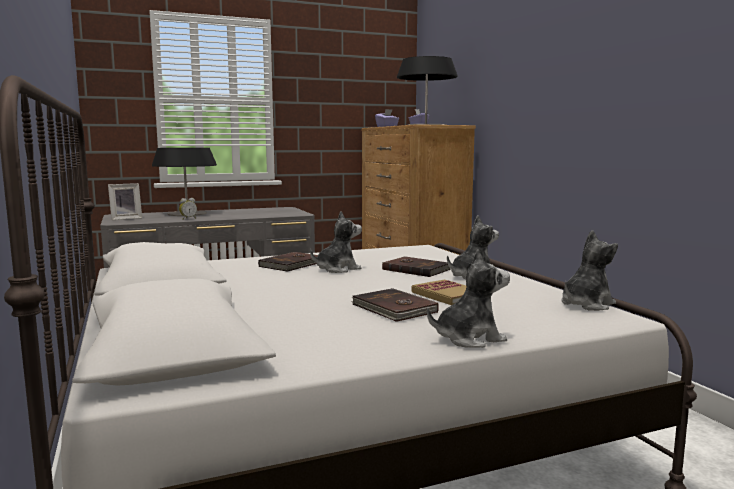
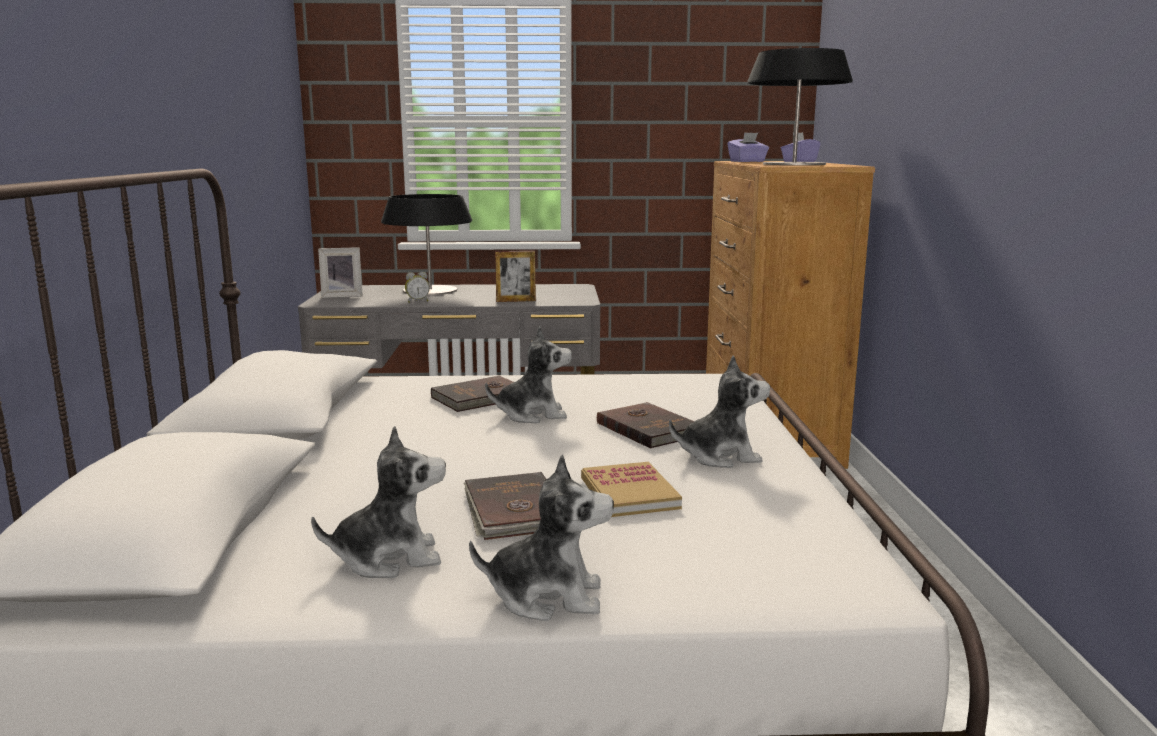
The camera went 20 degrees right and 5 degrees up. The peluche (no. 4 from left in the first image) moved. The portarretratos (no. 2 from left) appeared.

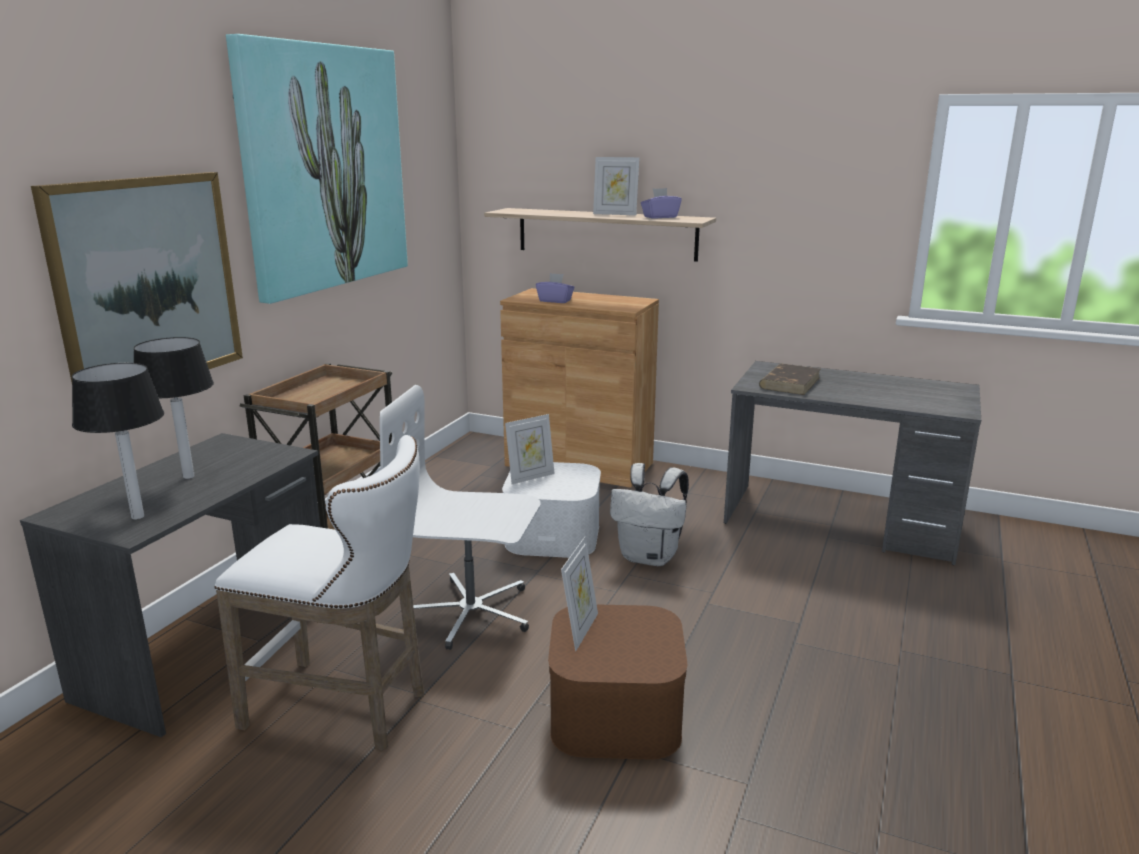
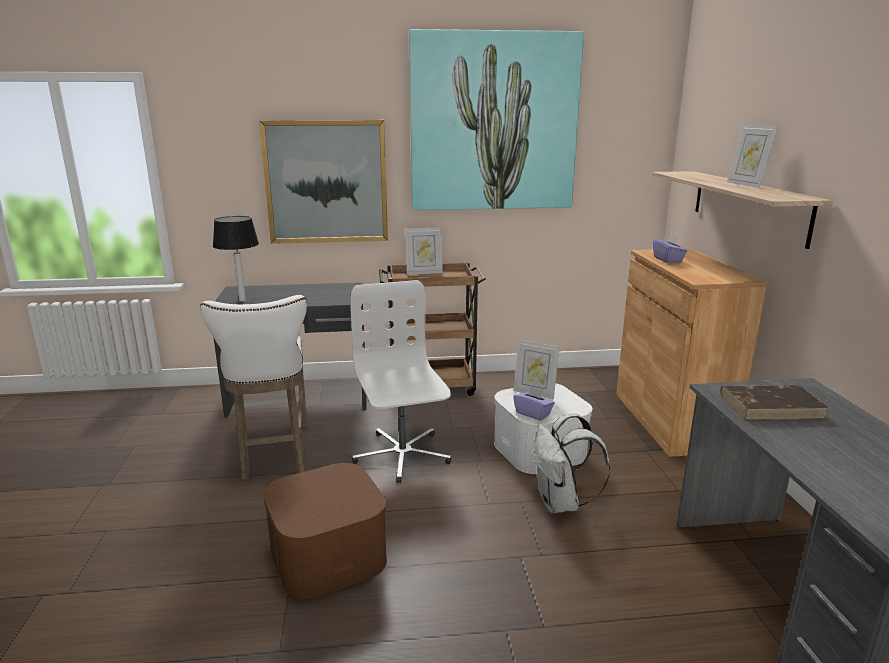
The camera went 60 degrees right and 0 degrees up. The portarretratos (no. 2 from left in the first image) moved. The caja de pañuelos [morado] (no. 2 from left in the first image) moved. The lámpara de mesa (no. 2 from left) disappeared.

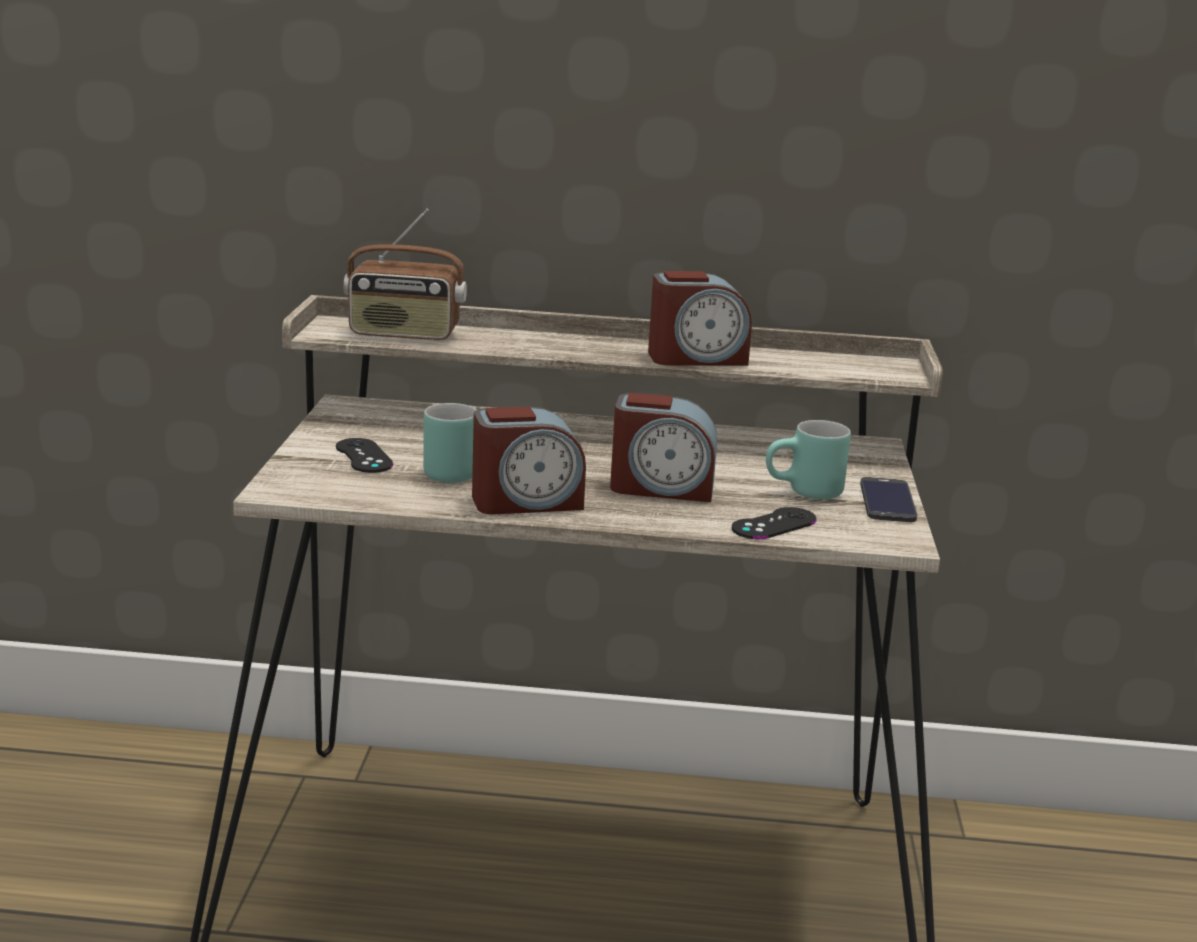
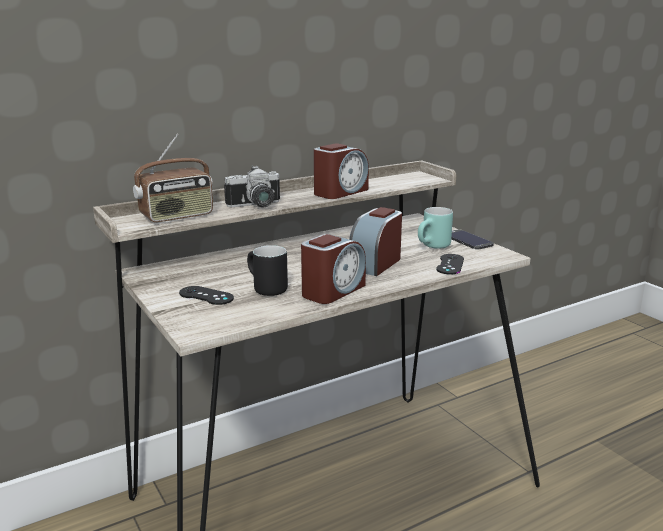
The camera went 35 degrees left and 0 degrees up. The cámara appeared. The taza grande [turquesa] (no. 1 from left) became the taza grande [negro]. The despertador (no. 2 from left in the first image) turned 150 degrees clockwise.

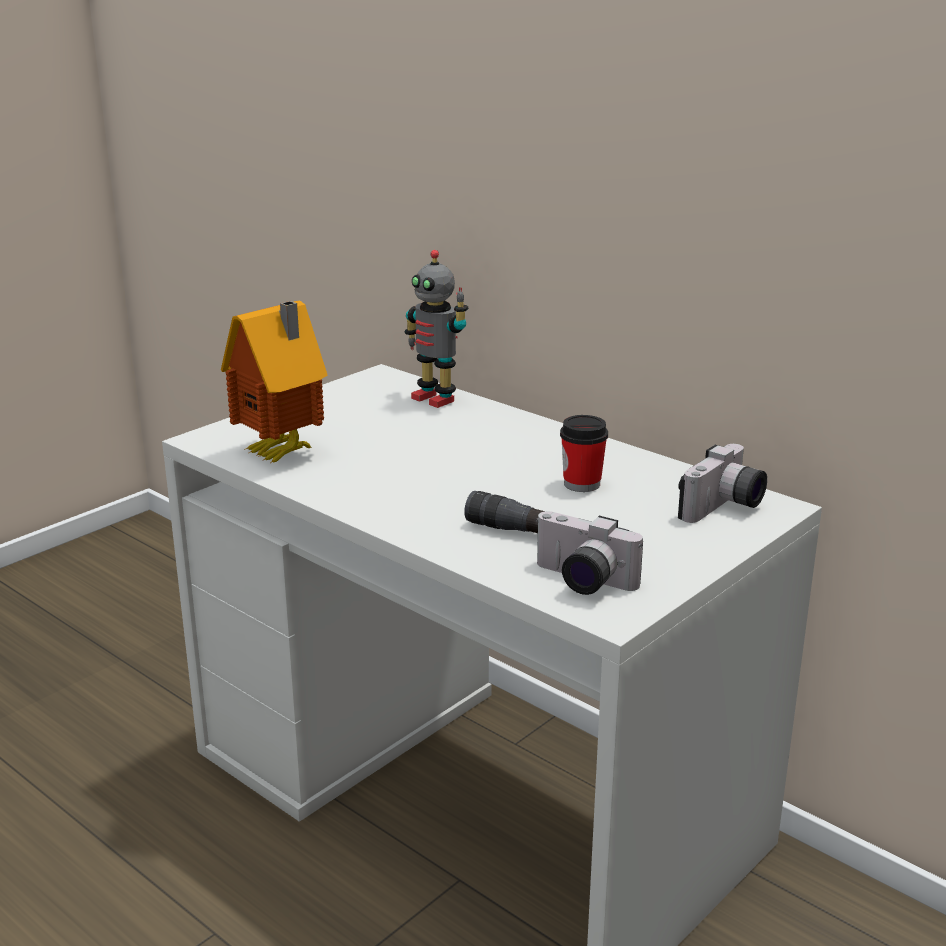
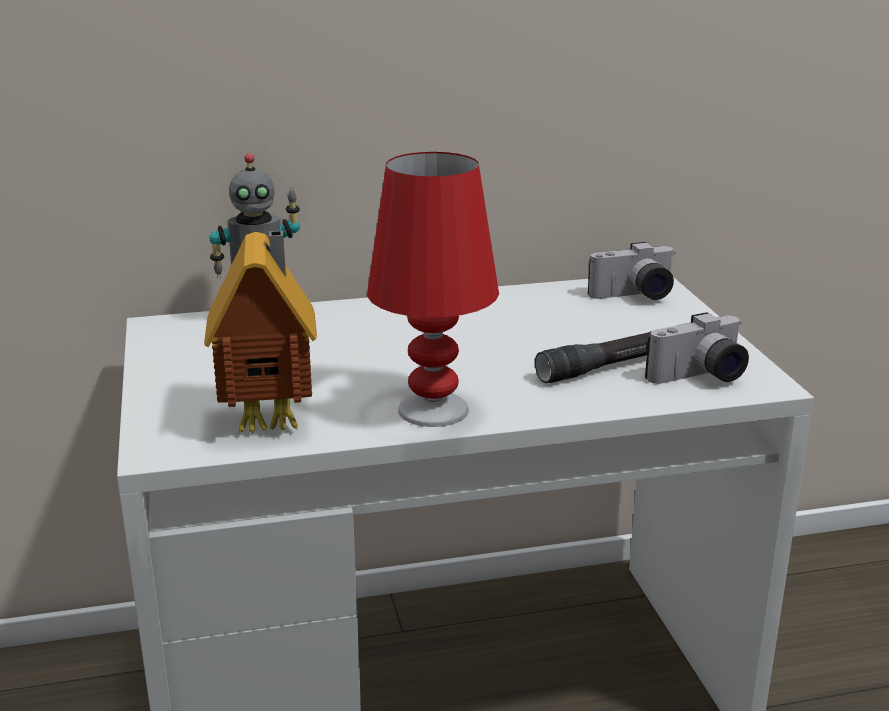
The camera went 55 degrees left and 0 degrees up. The lámpara de mesa [rojo] appeared. The cámara (no. 2 from left in the first image) turned 90 degrees clockwise. The taza disappeared.

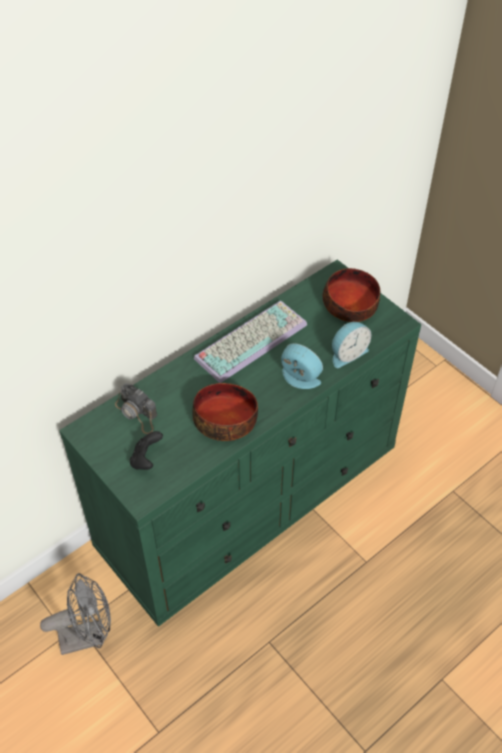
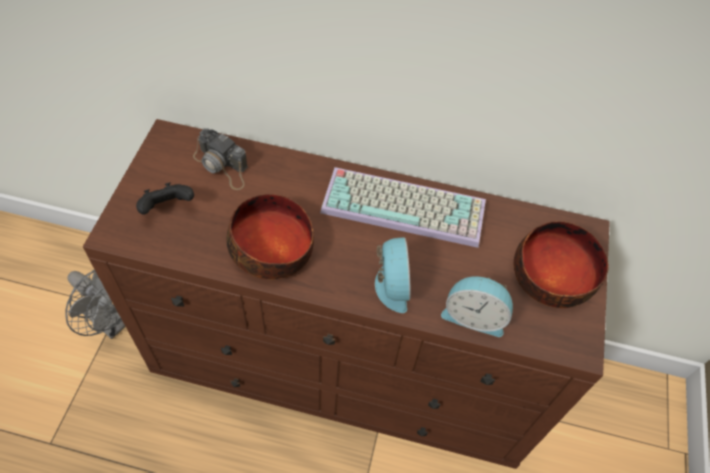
The camera went 50 degrees right and 5 degrees up. The cómoda [verde] became the cómoda [marrón]. The cámara turned 60 degrees counterclockwise.

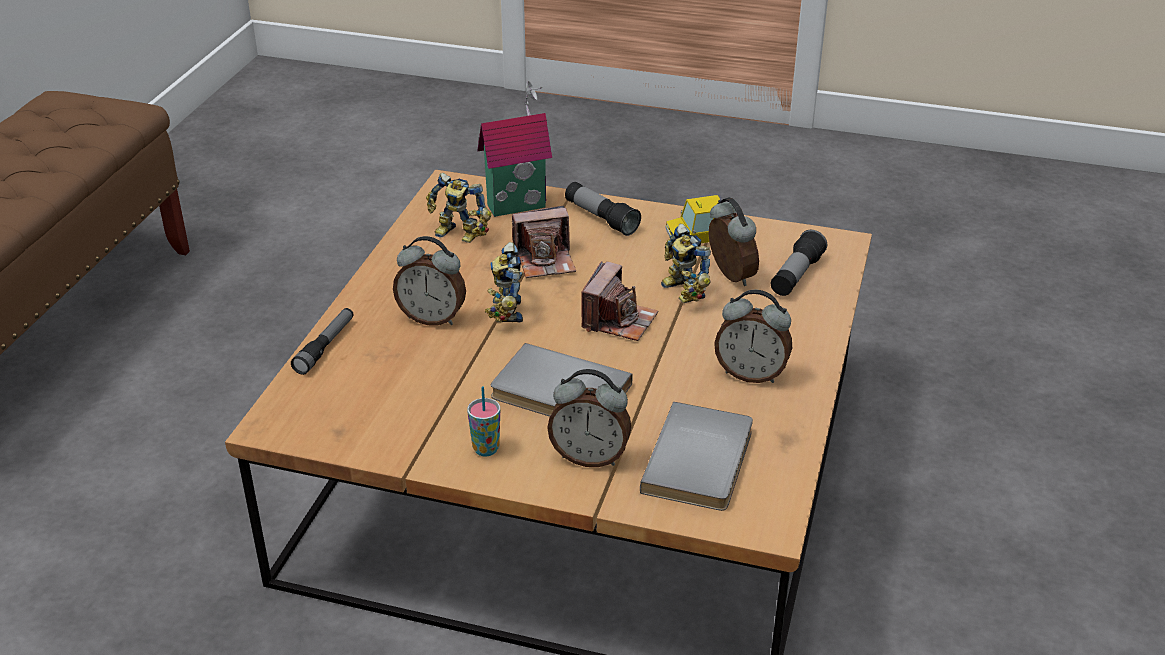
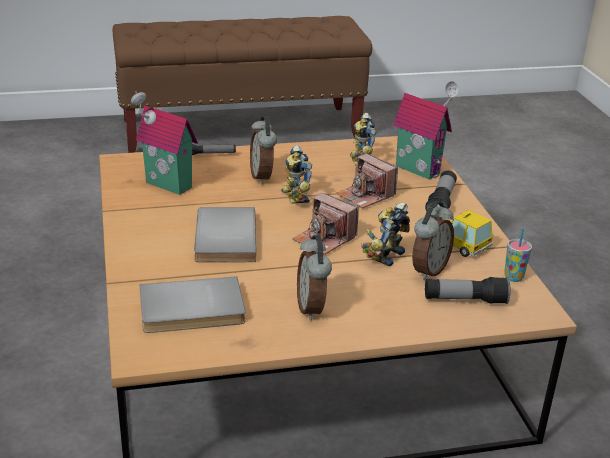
The camera went 60 degrees right and 5 degrees down. The casita (no. 1 from left) appeared. The robot de juguete (no. 2 from left in the first image) turned 75 degrees counterclockwise. The cámara (no. 2 from left in the first image) turned 45 degrees clockwise. The taza moved. The despertador (no. 2 from left) disappeared.

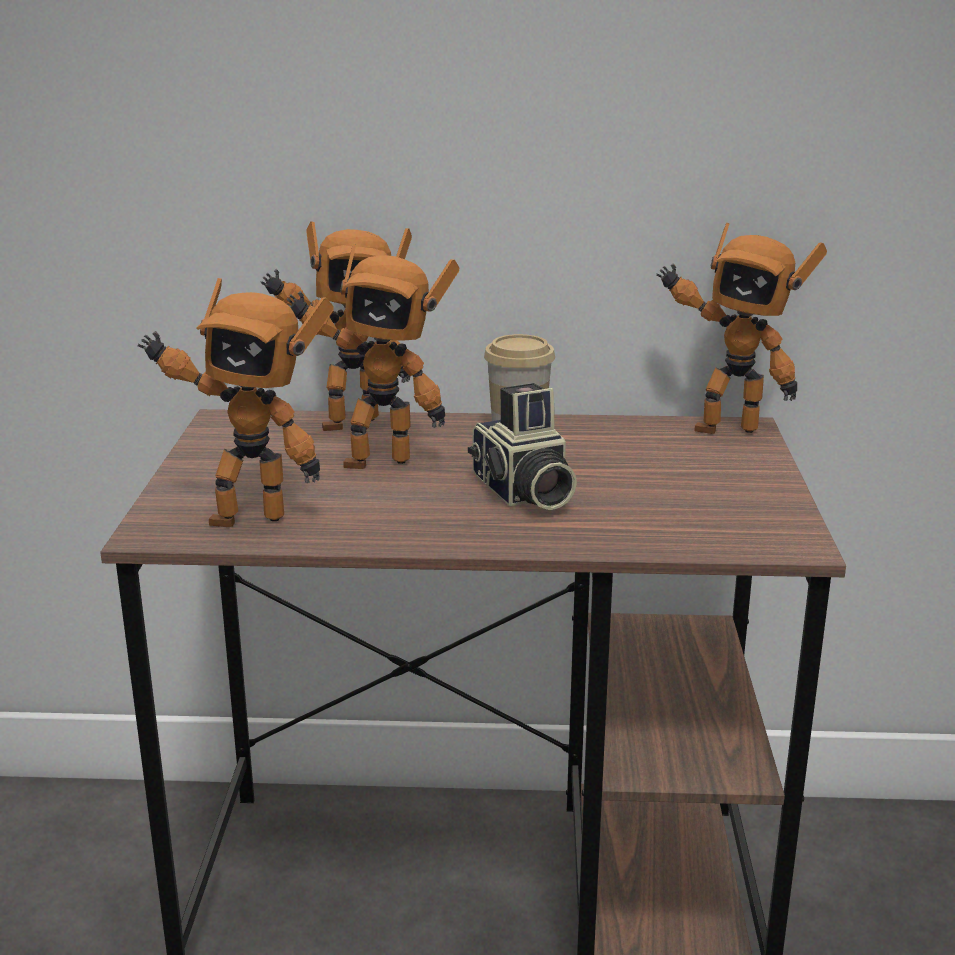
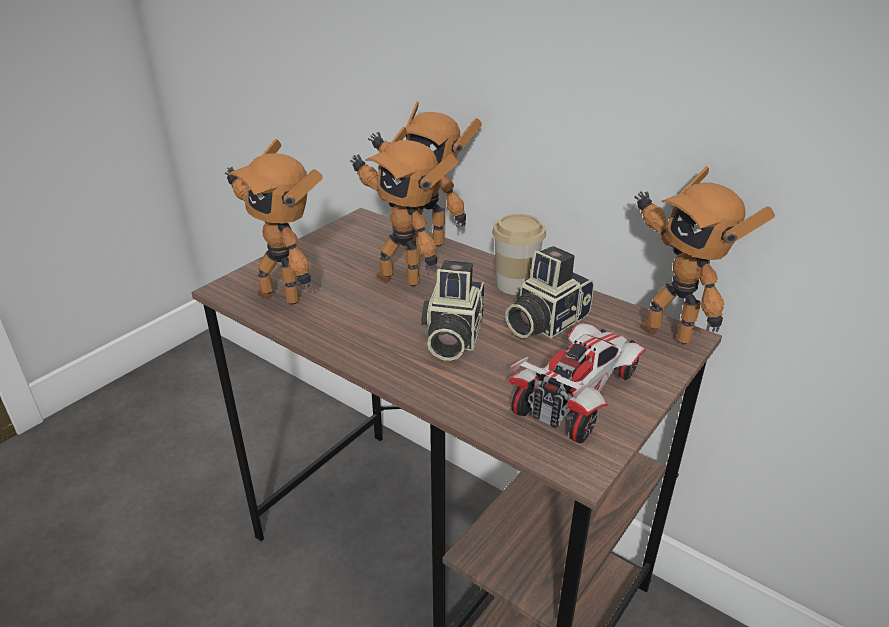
The camera went 35 degrees right and 10 degrees up. The cámara (no. 2 from left) appeared. The coche de juguete appeared.

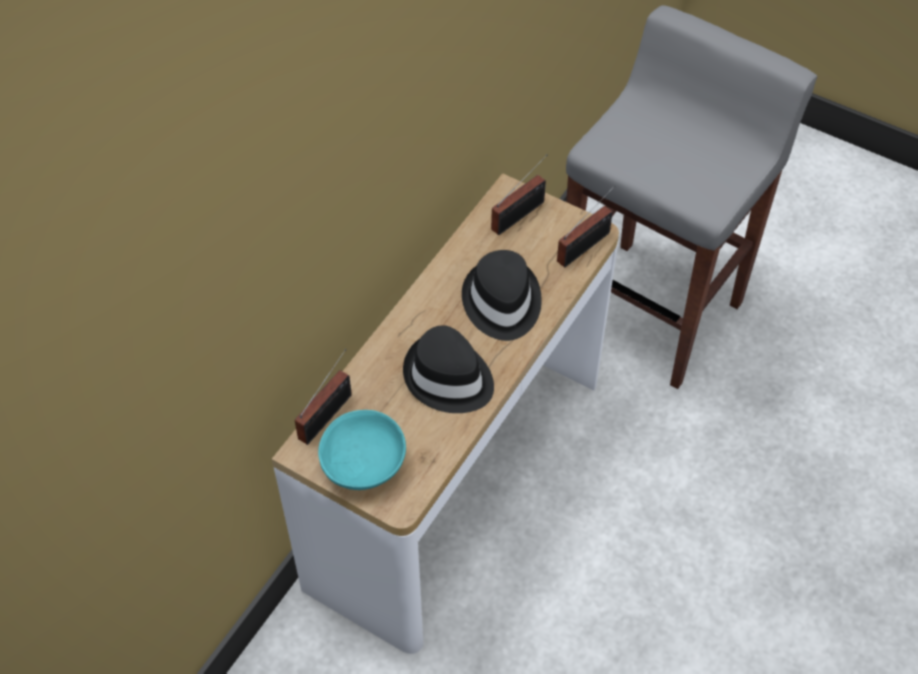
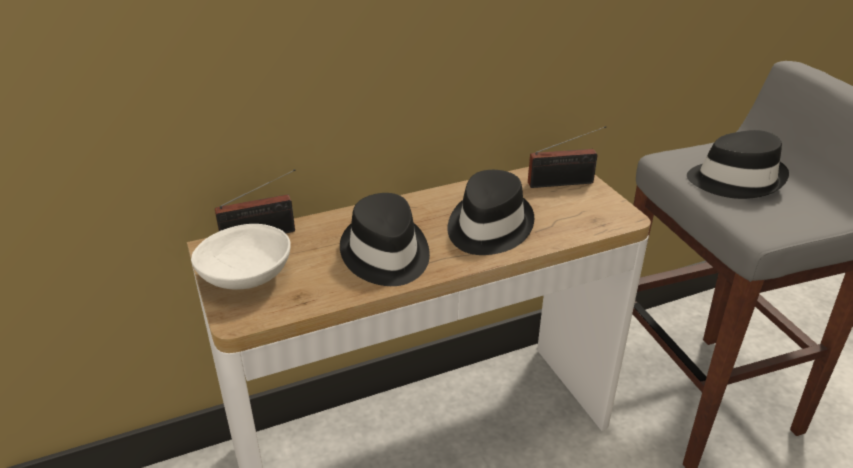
The camera went 35 degrees right and 20 degrees down. The cuenco [turquesa] became the cuenco [blanco]. The sombrero [negro] (no. 3 from left) appeared. The radio (no. 3 from left) disappeared.

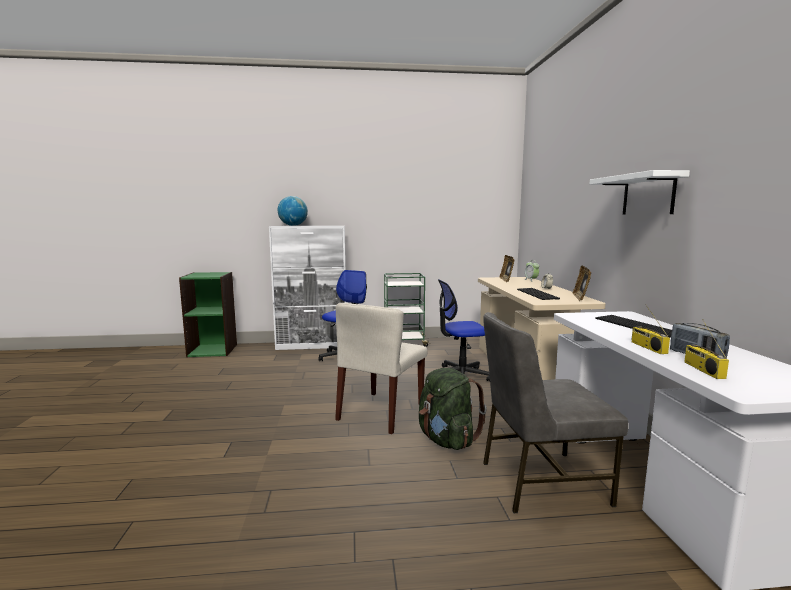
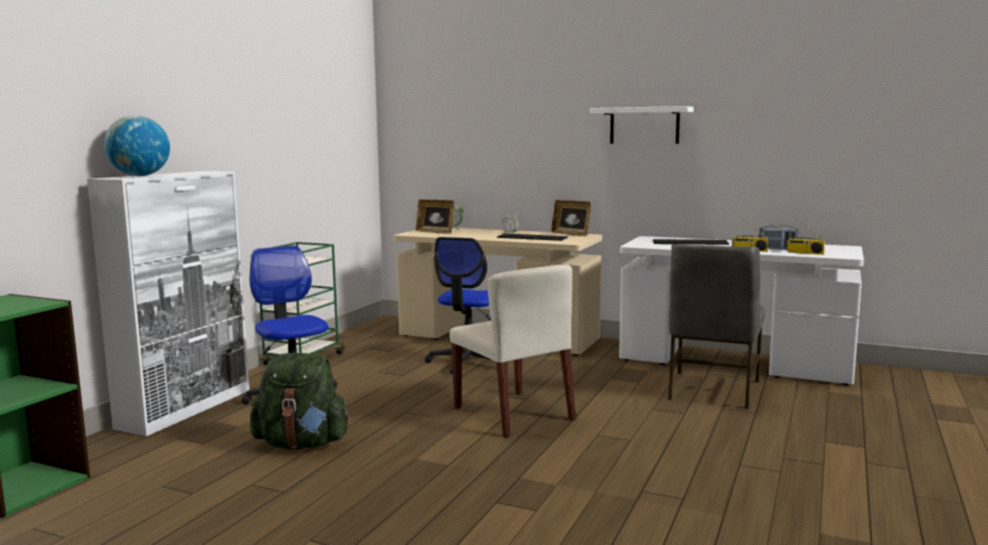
The camera went 60 degrees left and 0 degrees up. The mochila [verde] moved.

